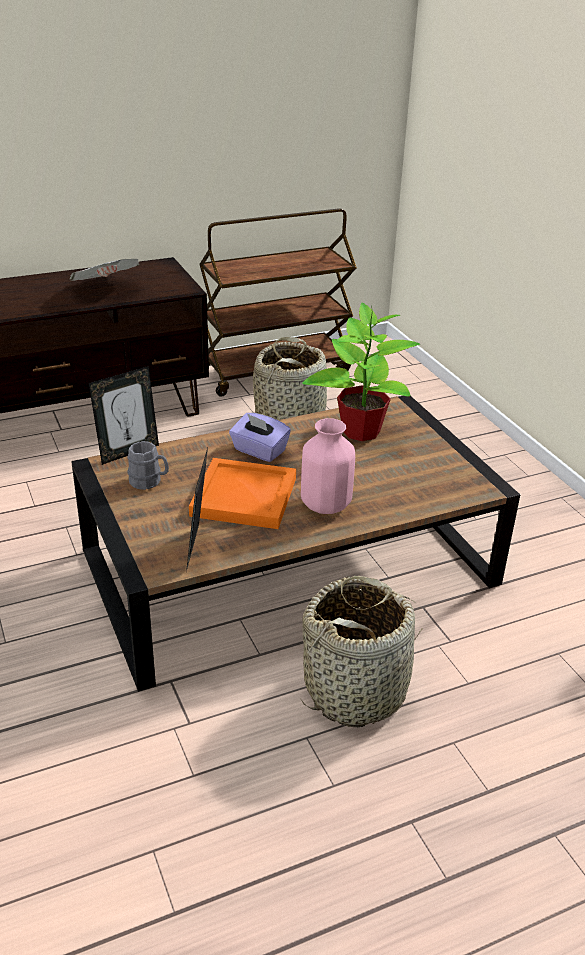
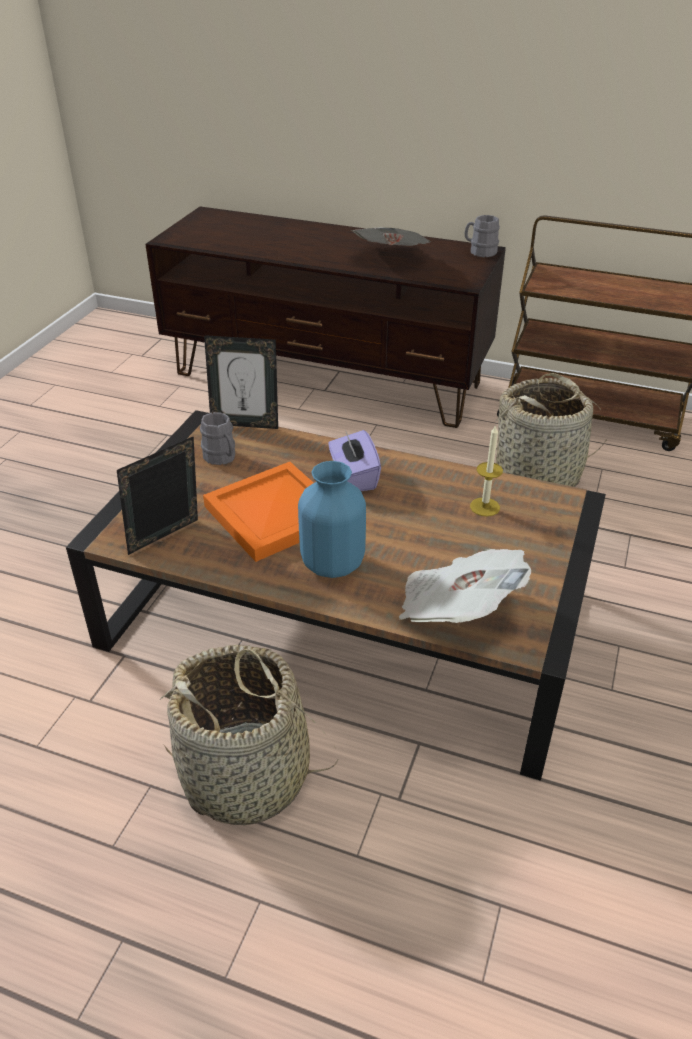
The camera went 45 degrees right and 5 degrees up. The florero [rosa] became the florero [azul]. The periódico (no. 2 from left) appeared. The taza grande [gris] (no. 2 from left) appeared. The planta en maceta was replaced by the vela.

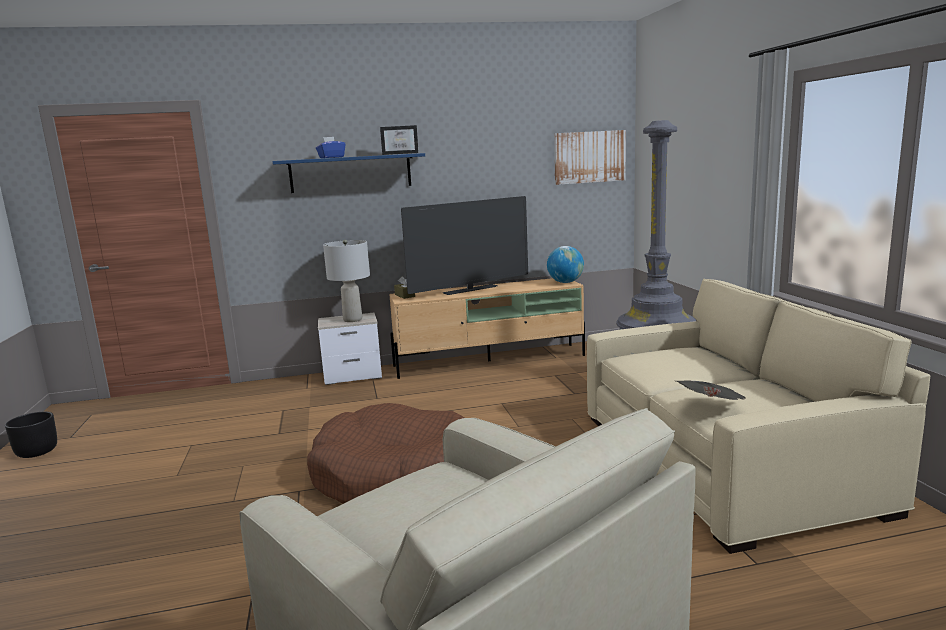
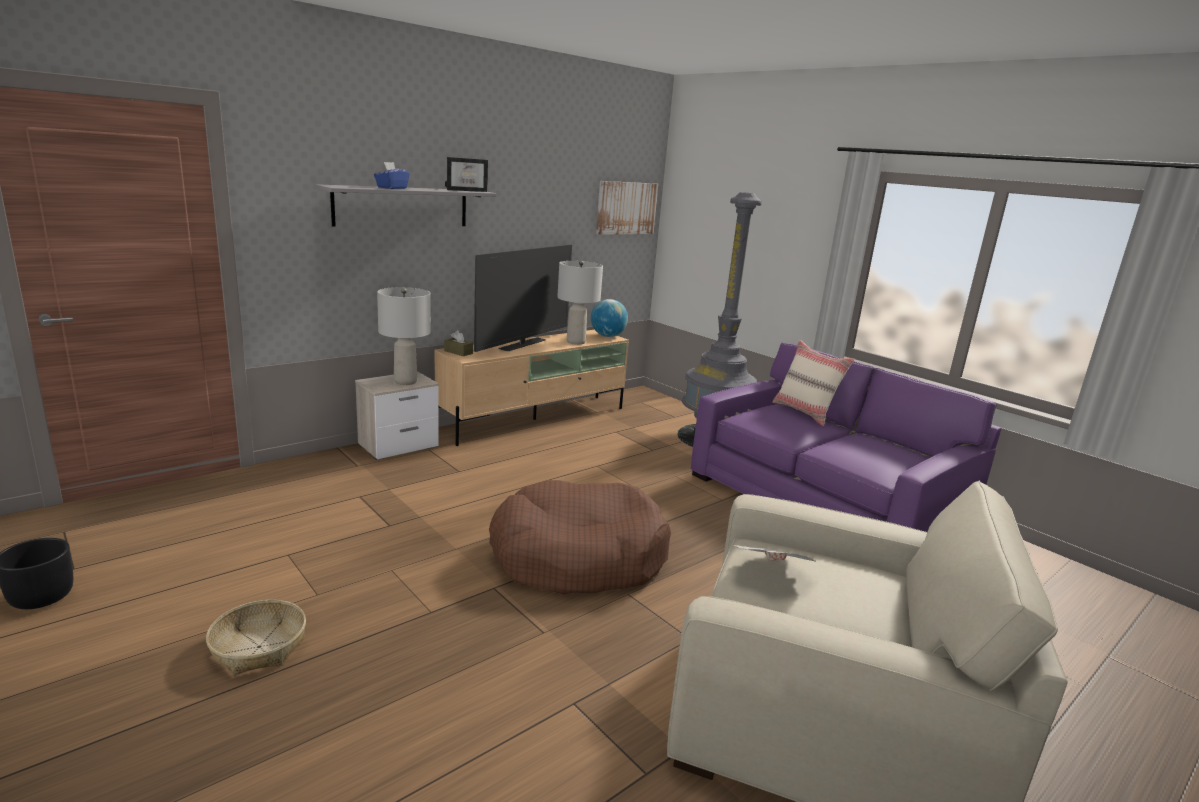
The camera went 30 degrees left and 5 degrees up. The cesta appeared. The estante [azul] became the estante [gris]. The lámpara de mesa [gris] (no. 2 from left) appeared. The sofá [beis] became the sofá [morado]. The periódico moved. The cojín [beis] appeared.

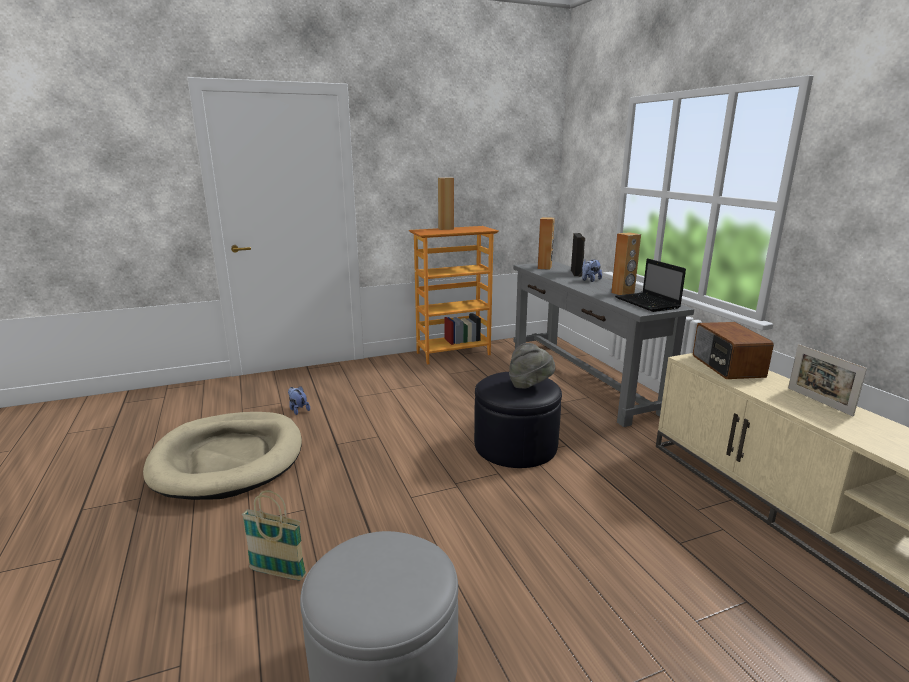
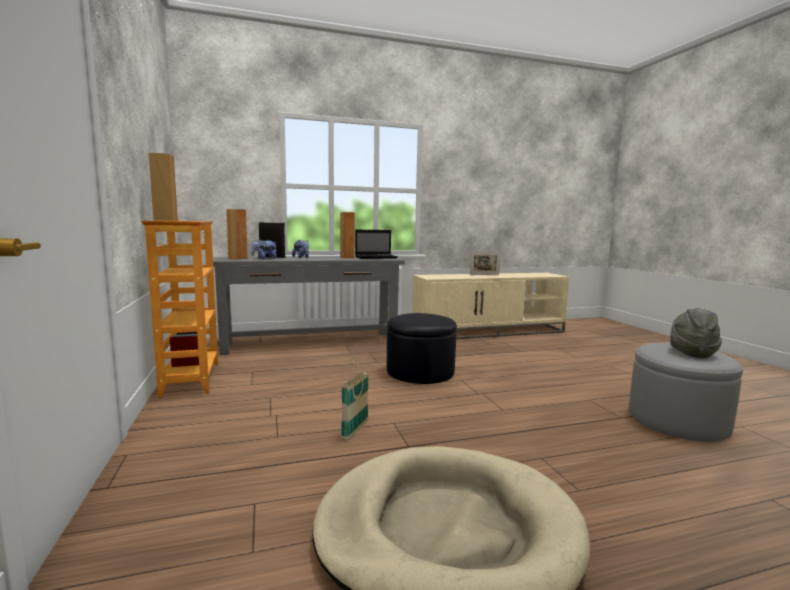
The camera went 85 degrees left and 10 degrees down. The peluche (no. 1 from left) moved. The cesta moved. The sombrero [gris] moved. The radio disappeared.

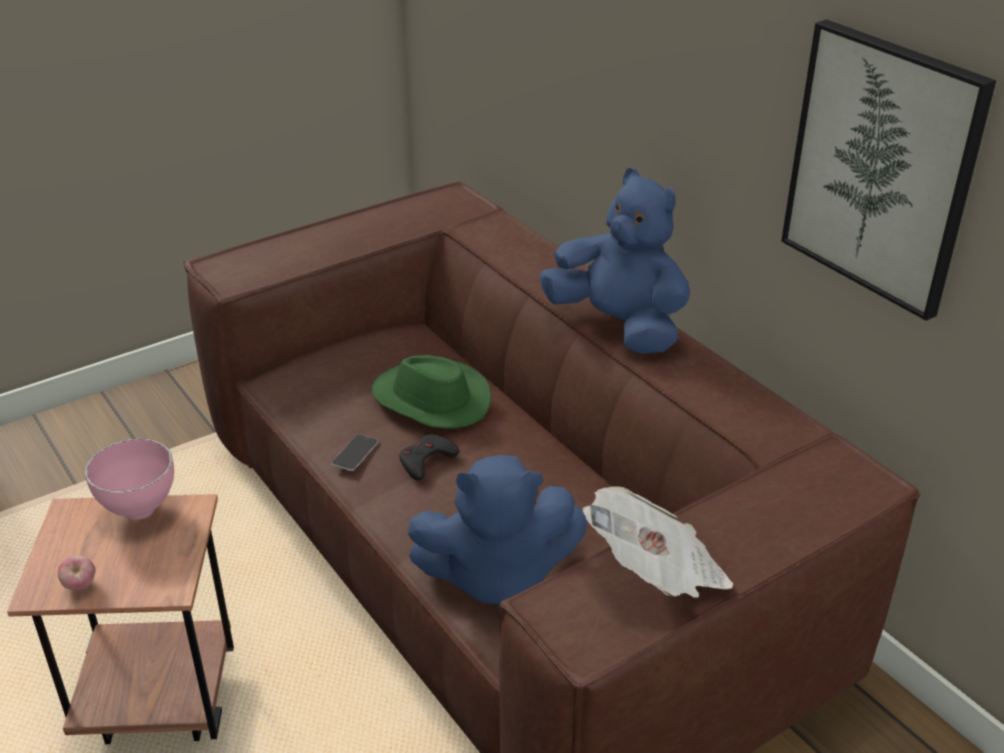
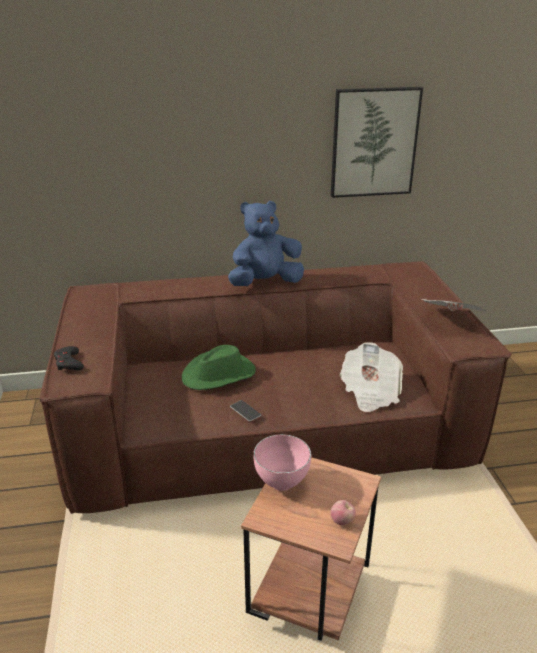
The camera went 65 degrees left and 5 degrees down. The mando de consola [negro] moved. The peluche [azul] (no. 1 from left) was replaced by the periódico (no. 1 from left).

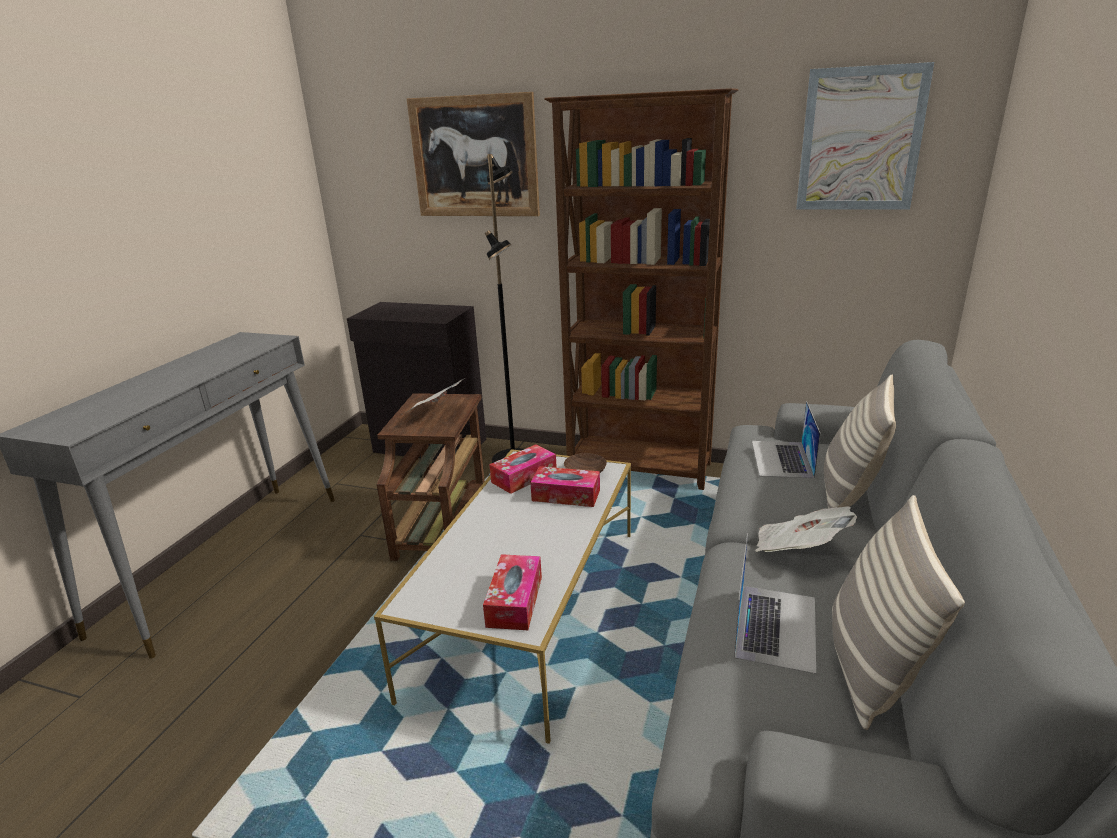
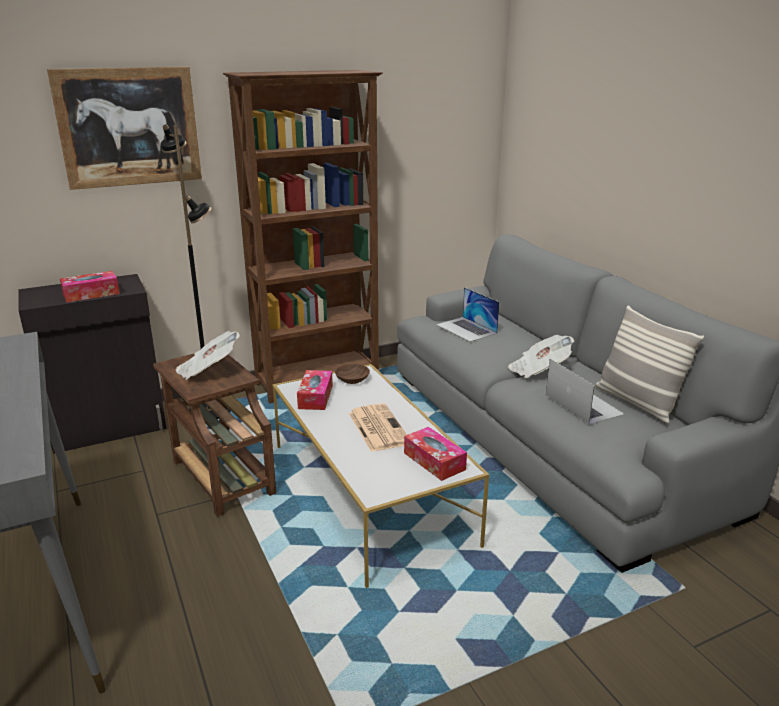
The camera went 45 degrees left and 0 degrees up. The caja de pañuelos (no. 3 from left in the first image) moved. The periódico (no. 2 from left) appeared. The cuadro (no. 2 from left) disappeared. The cojín (no. 1 from left) disappeared.

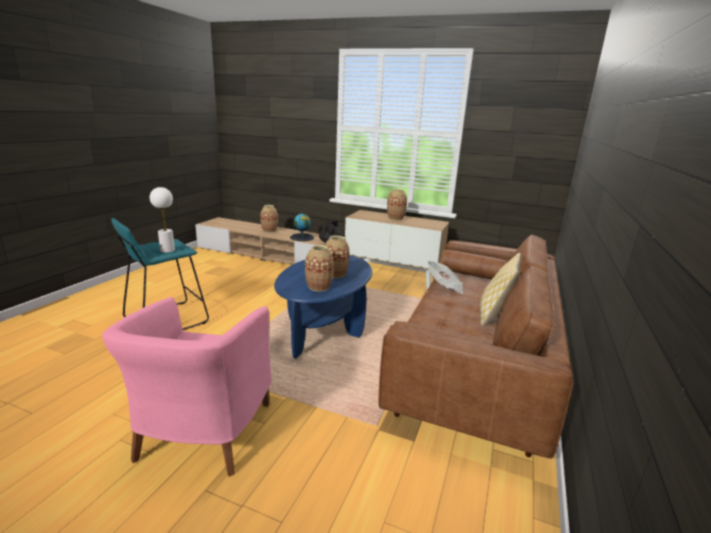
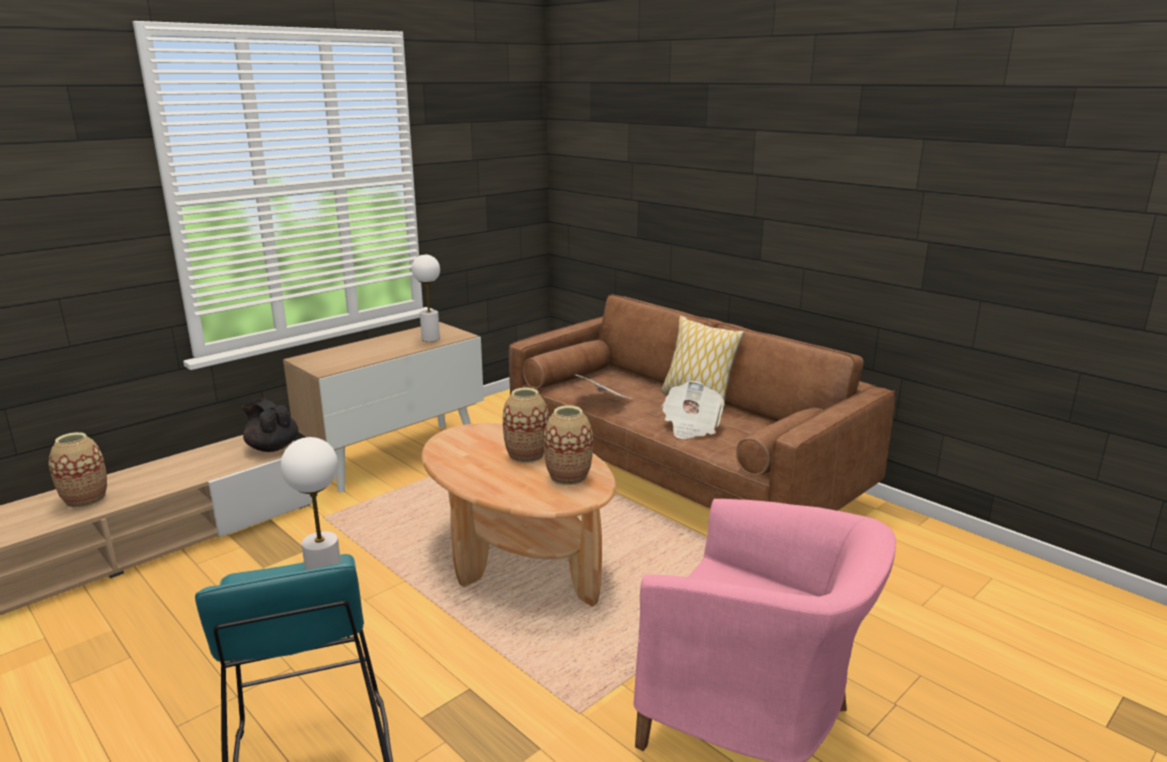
The camera went 65 degrees left and 0 degrees up. The lámpara de mesa [blanco] (no. 2 from left) appeared. The mesa de centro [azul] became the mesa de centro [marrón]. The periódico (no. 2 from left) appeared. The globo terráqueo disappeared. The florero (no. 4 from left) disappeared.

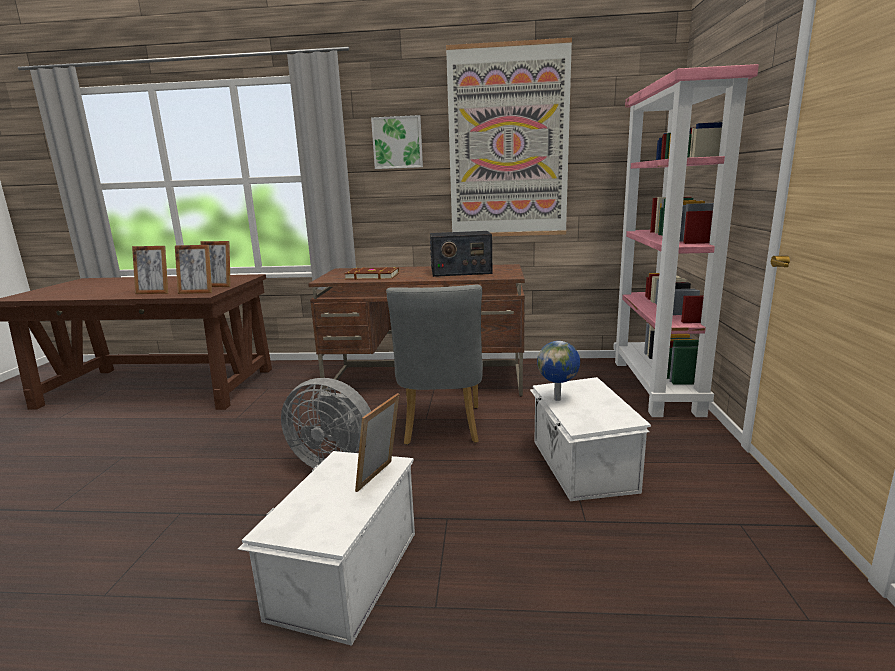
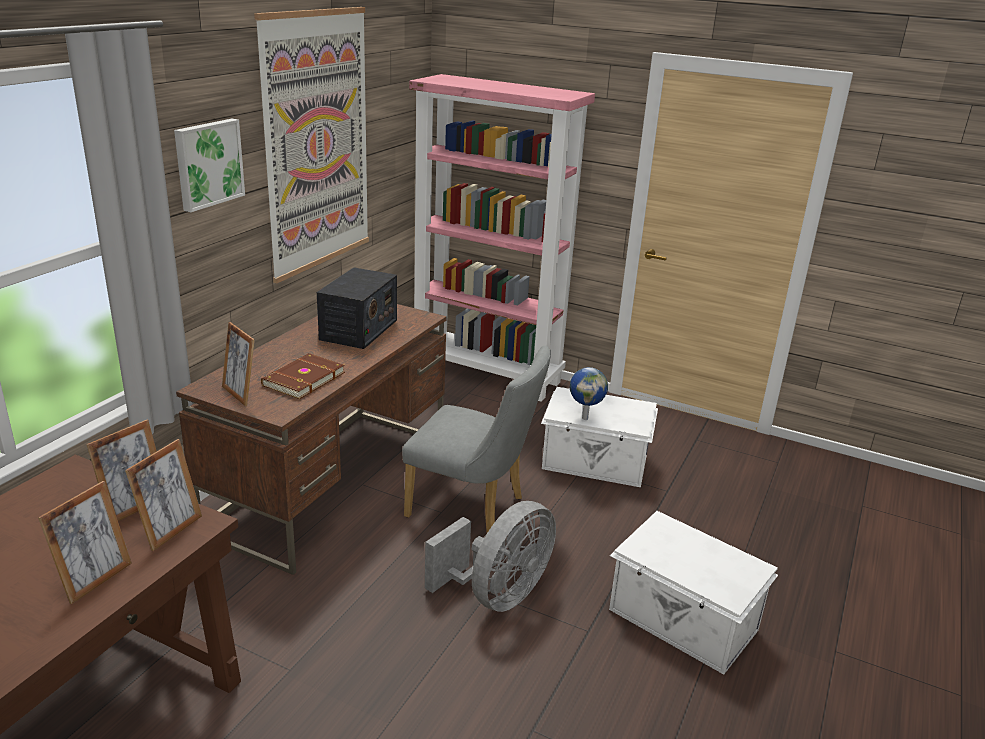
The camera went 70 degrees left and 10 degrees up. The portarretratos (no. 4 from left) moved.

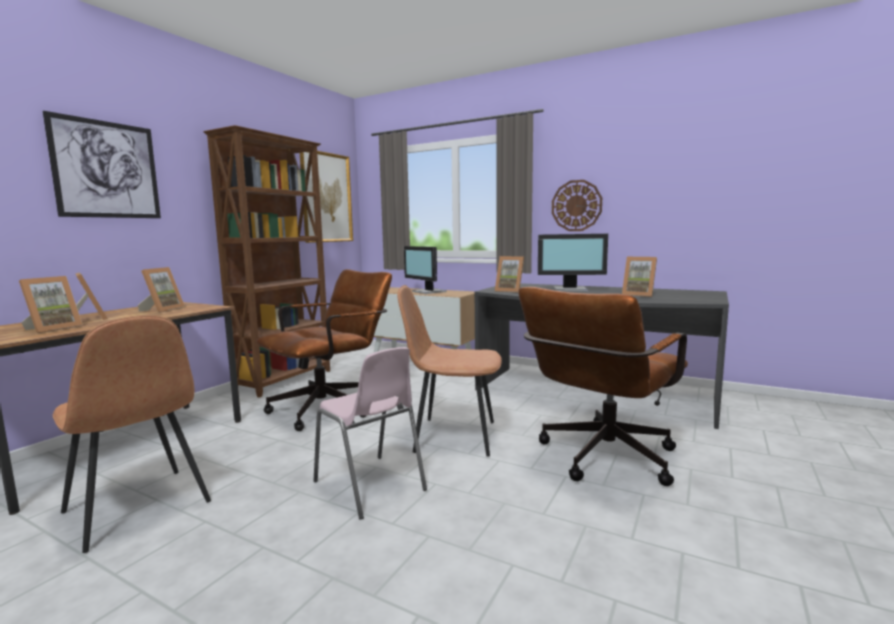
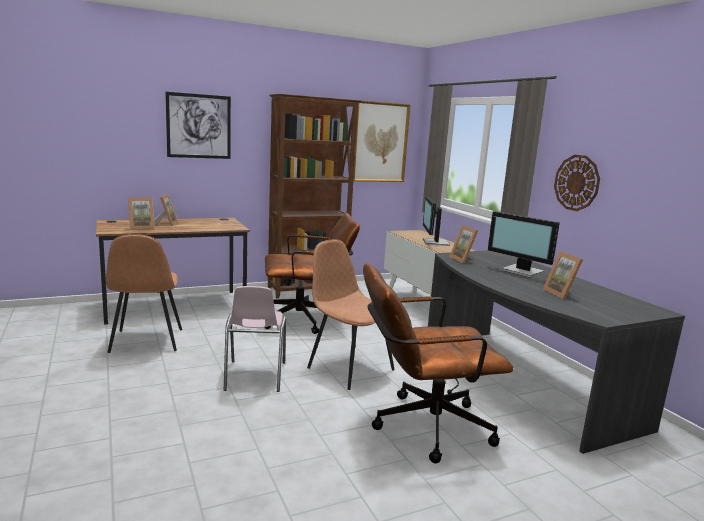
The camera went 35 degrees right and 5 degrees up. The portarretratos (no. 3 from left) disappeared.

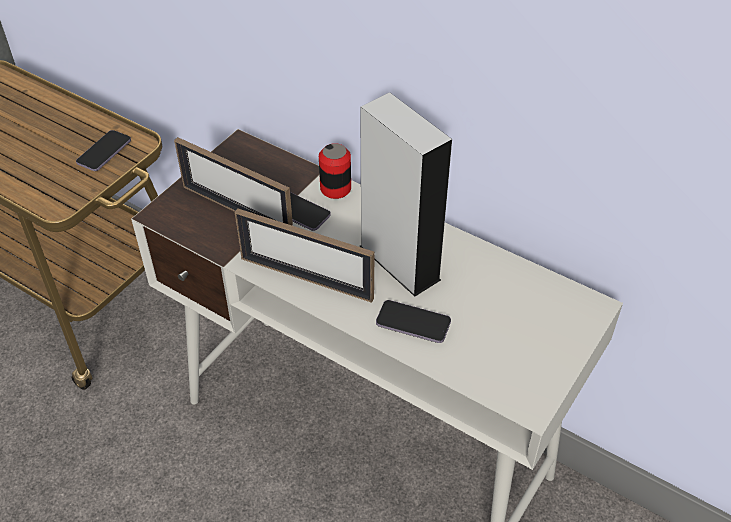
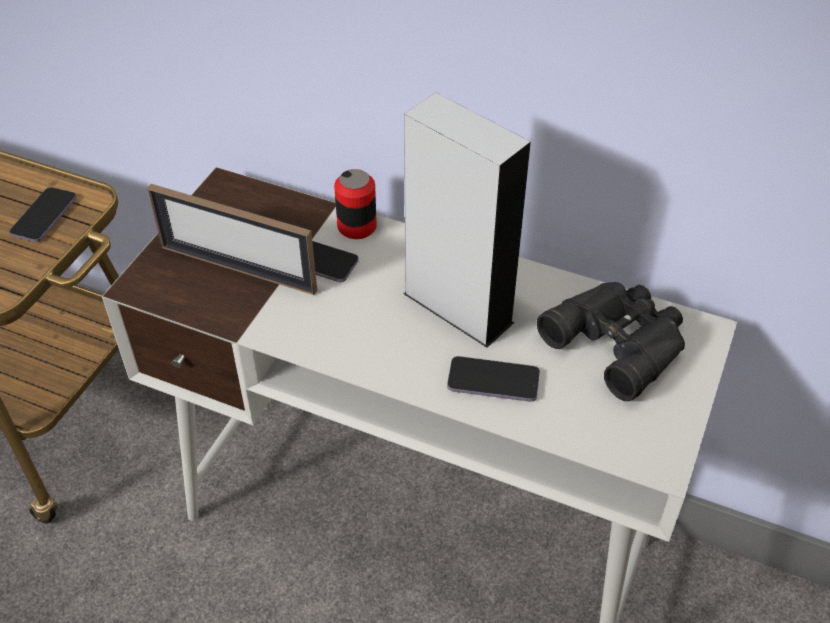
The camera went 10 degrees left and 0 degrees up. The prismáticos [negro] appeared. The portarretratos (no. 2 from left) disappeared.

